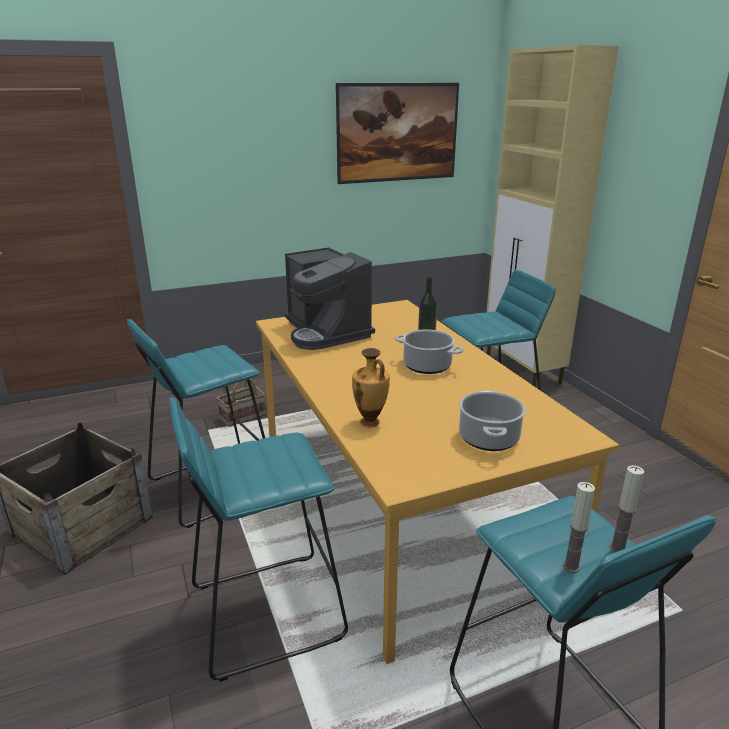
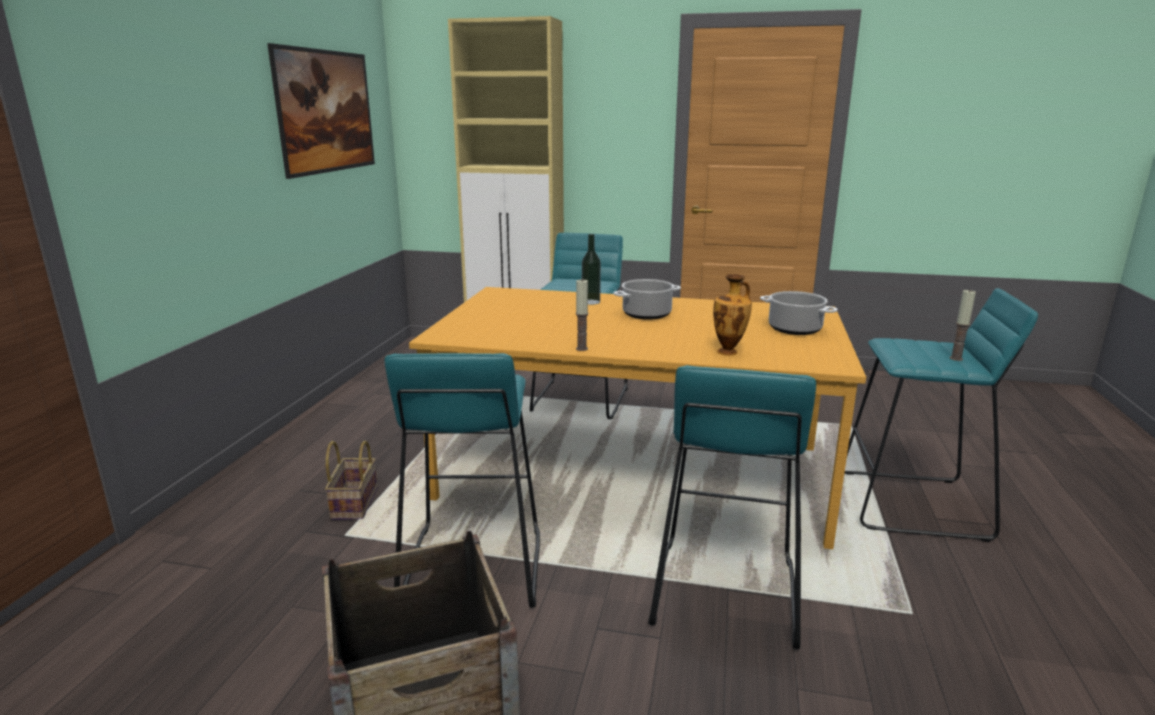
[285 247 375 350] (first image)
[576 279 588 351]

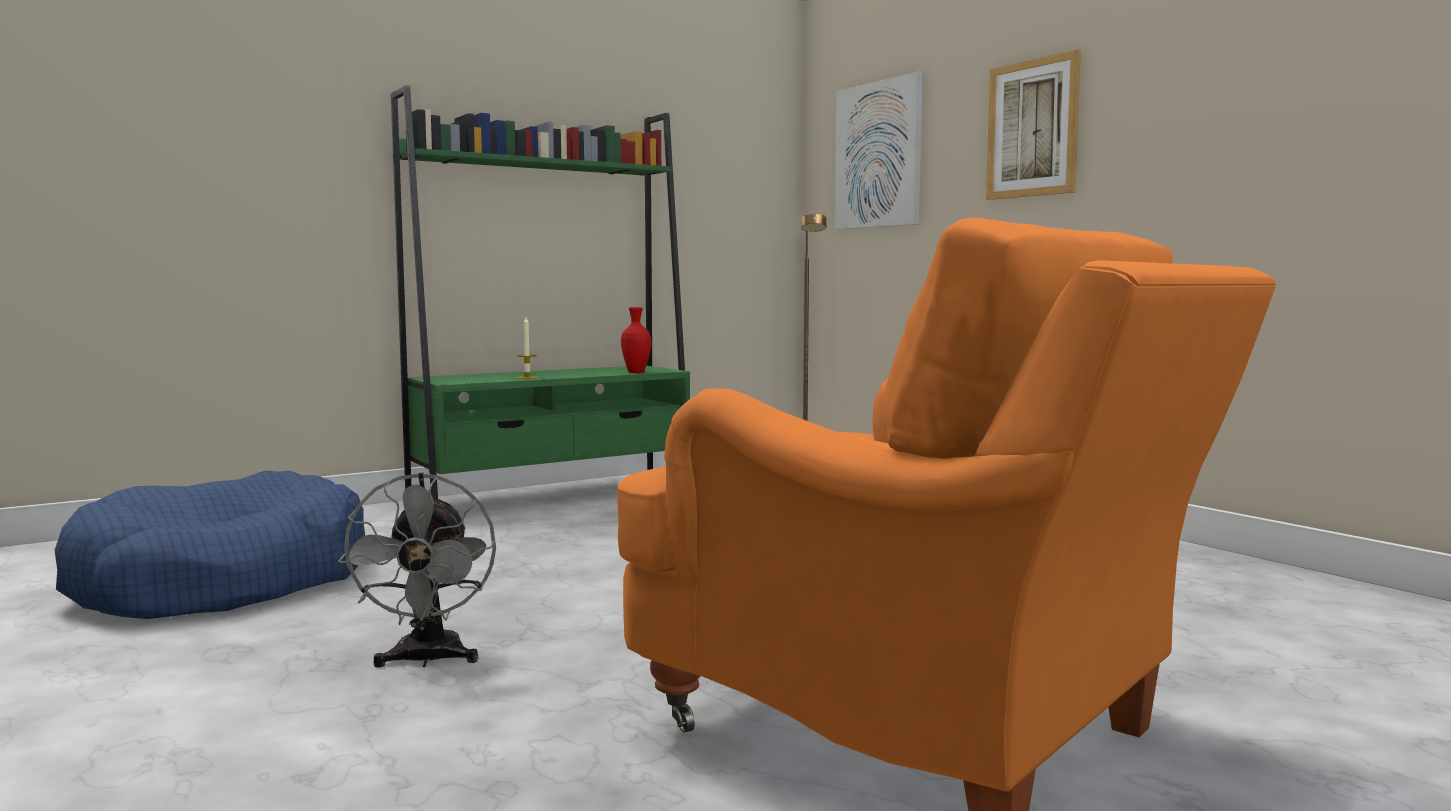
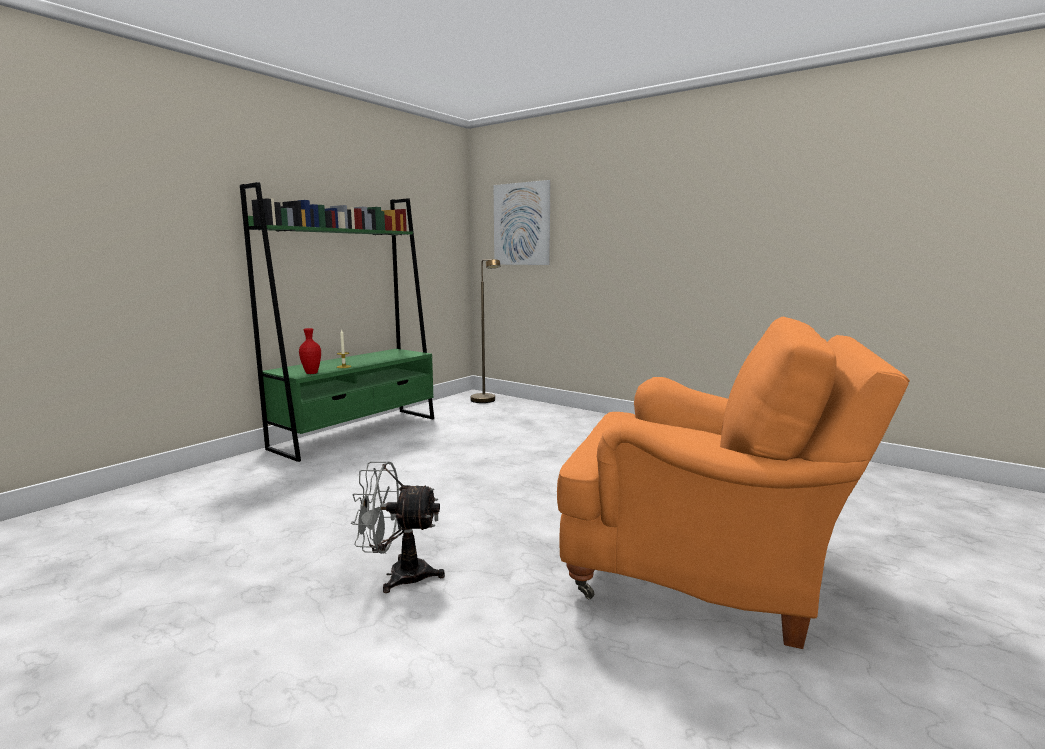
[986 50 1081 200] (first image)
[299 328 321 374]
[55 471 365 619] (first image)
[351 461 445 593]

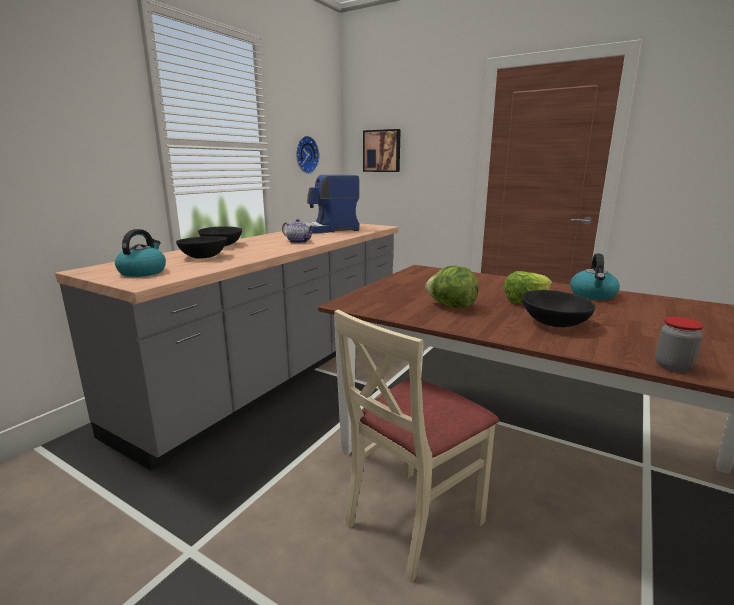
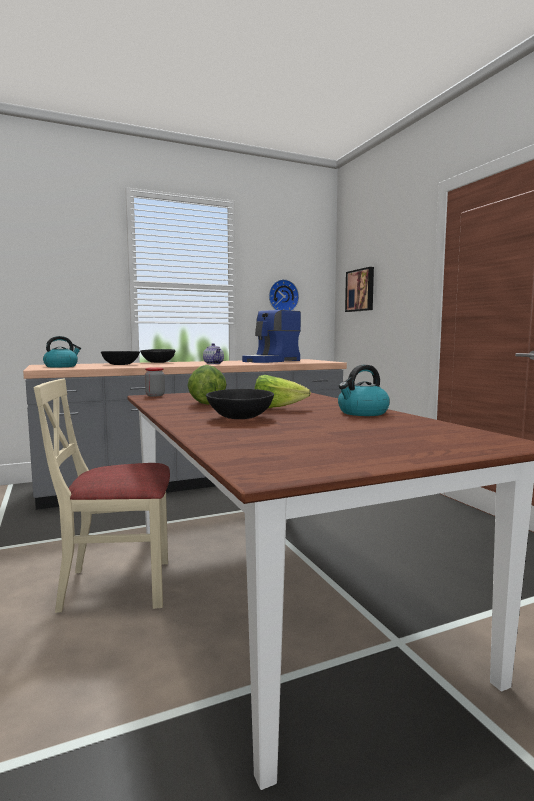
[242 310 301 363]
[145 367 165 397]

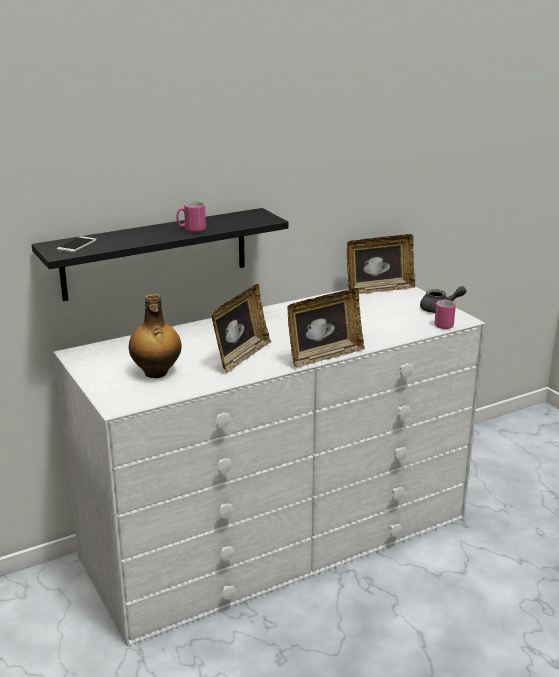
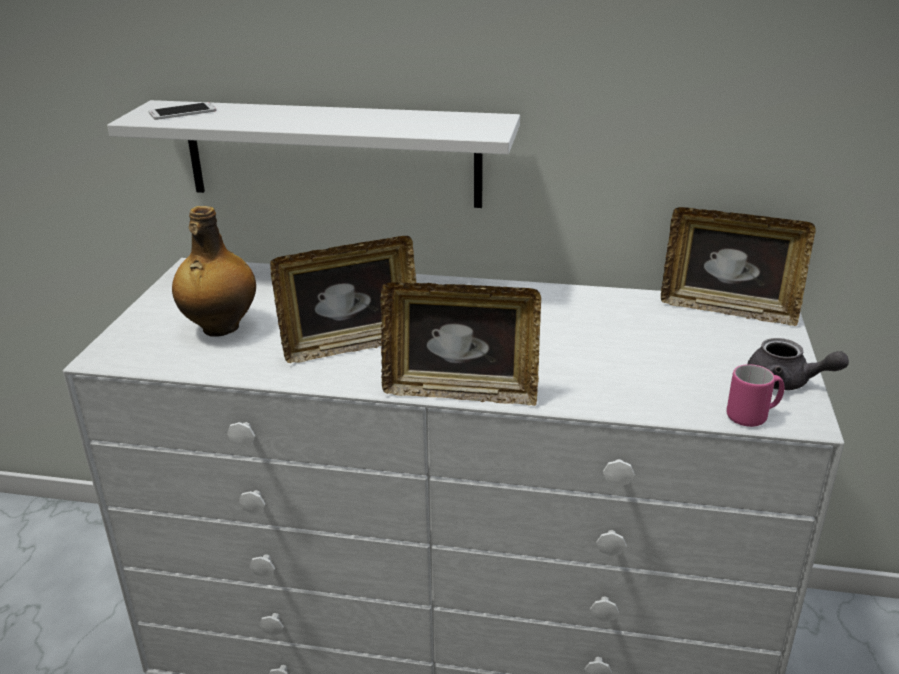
[176 202 206 232] (first image)
[107 100 520 208]

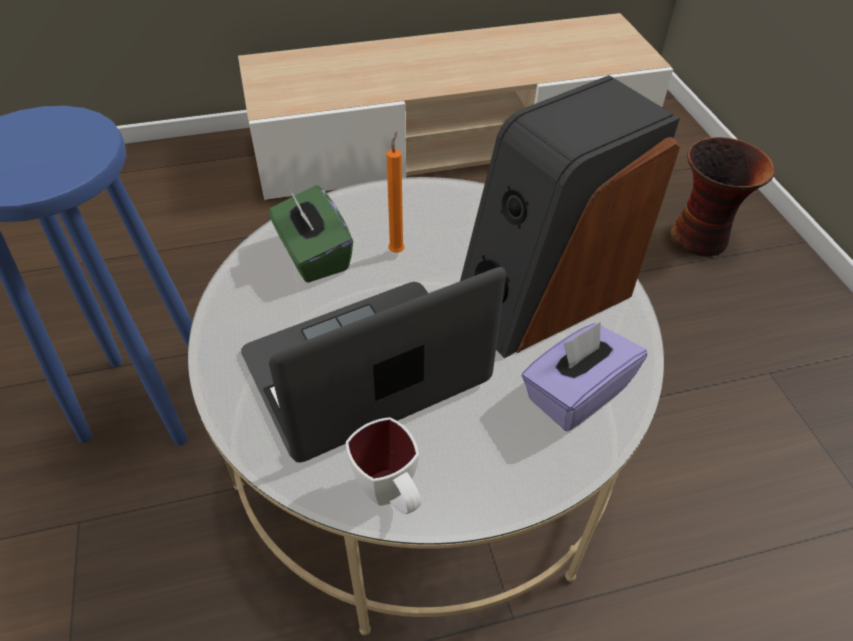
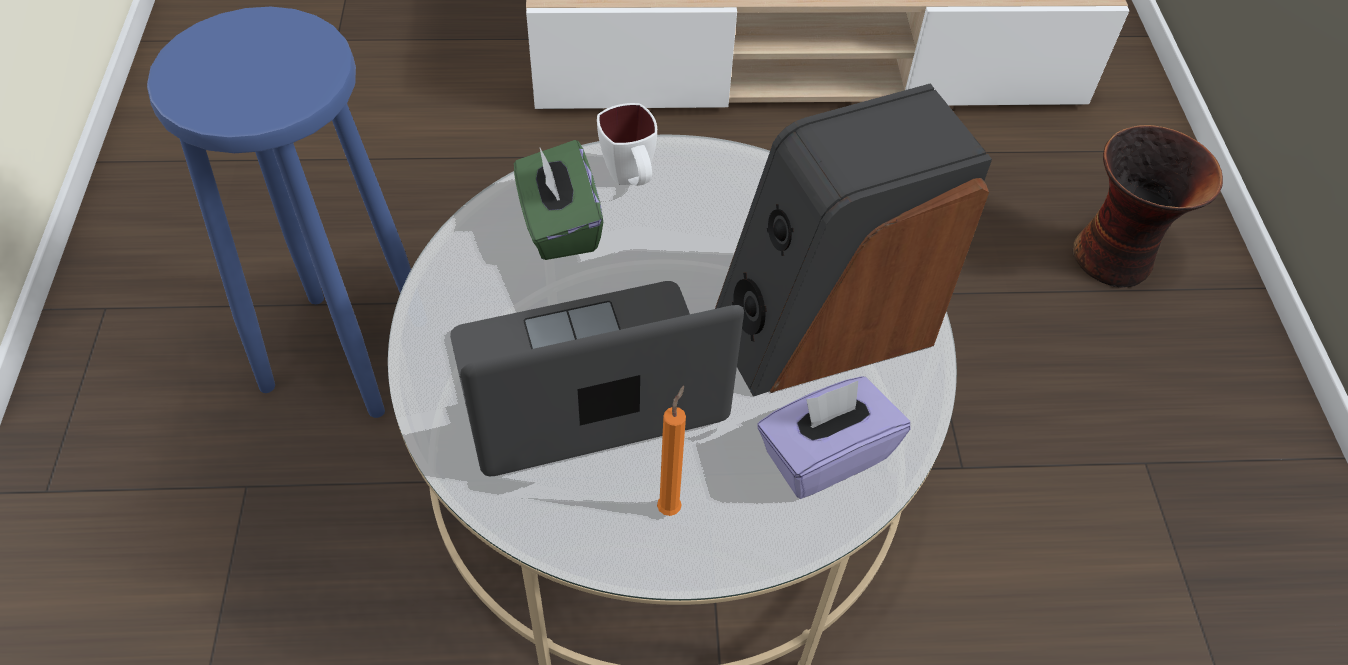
[657 386 686 516]
[597 103 657 186]

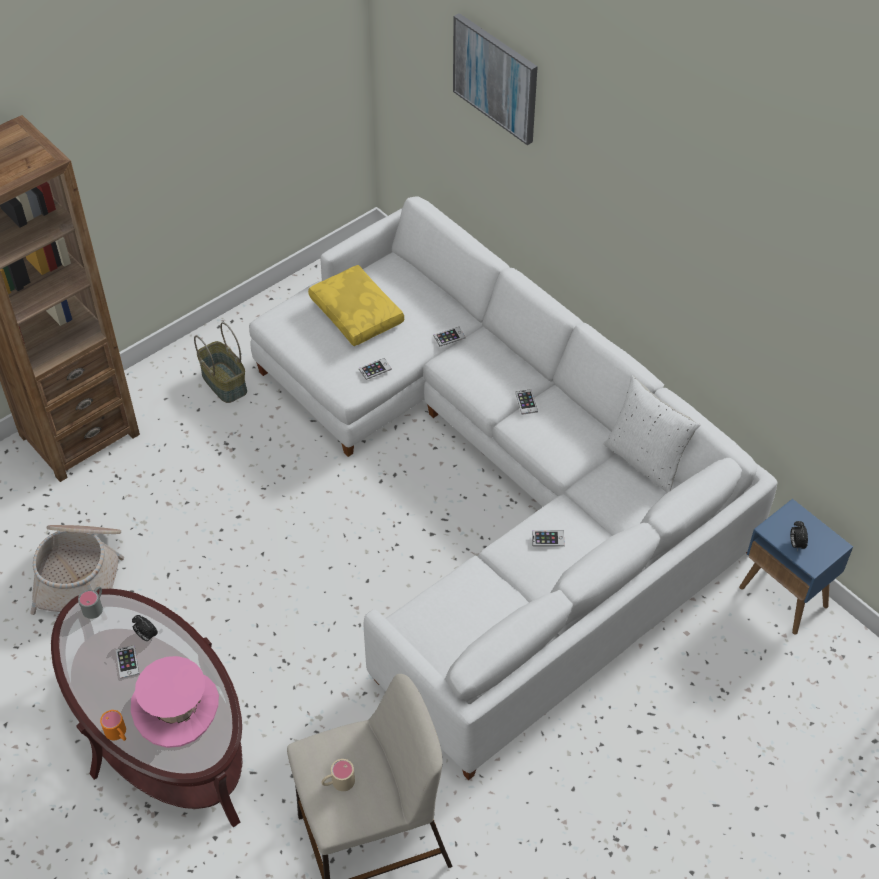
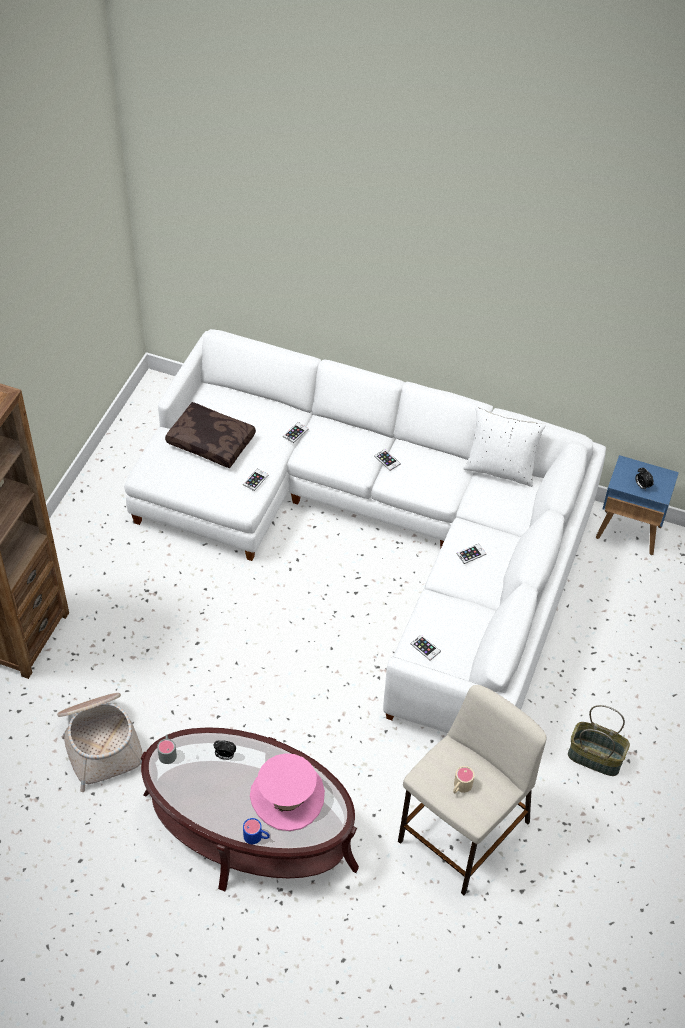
[453 13 538 145] (first image)
[165 402 256 468]
[568 705 630 776]
[411 635 441 661]
[243 818 270 844]

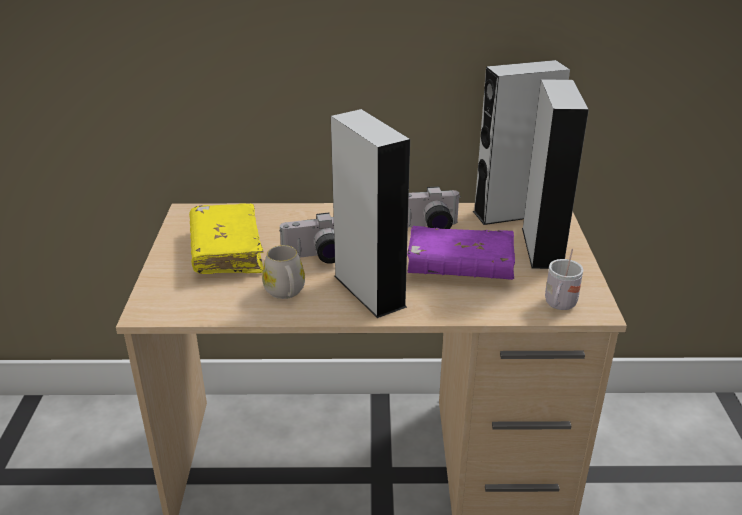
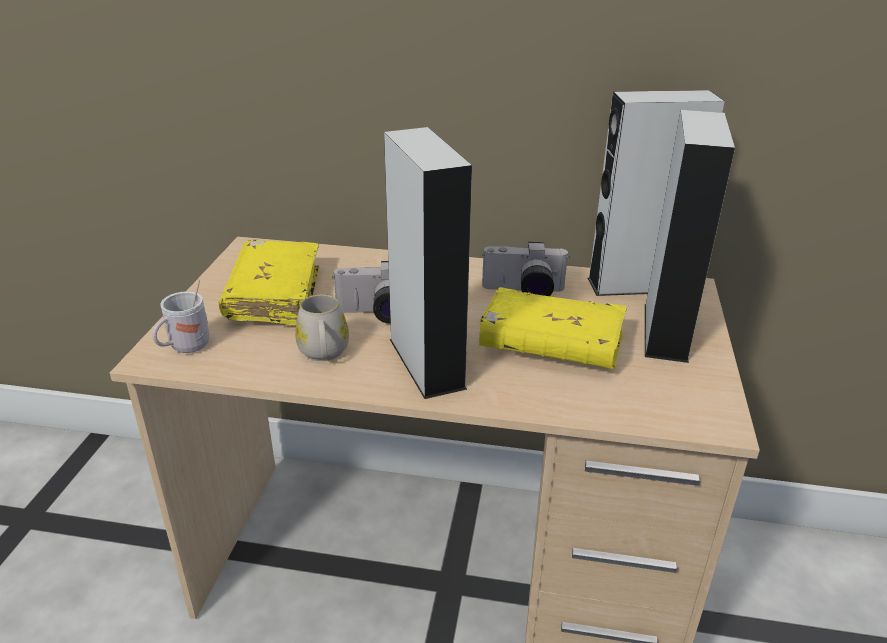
[479 287 627 369]
[153 280 209 353]

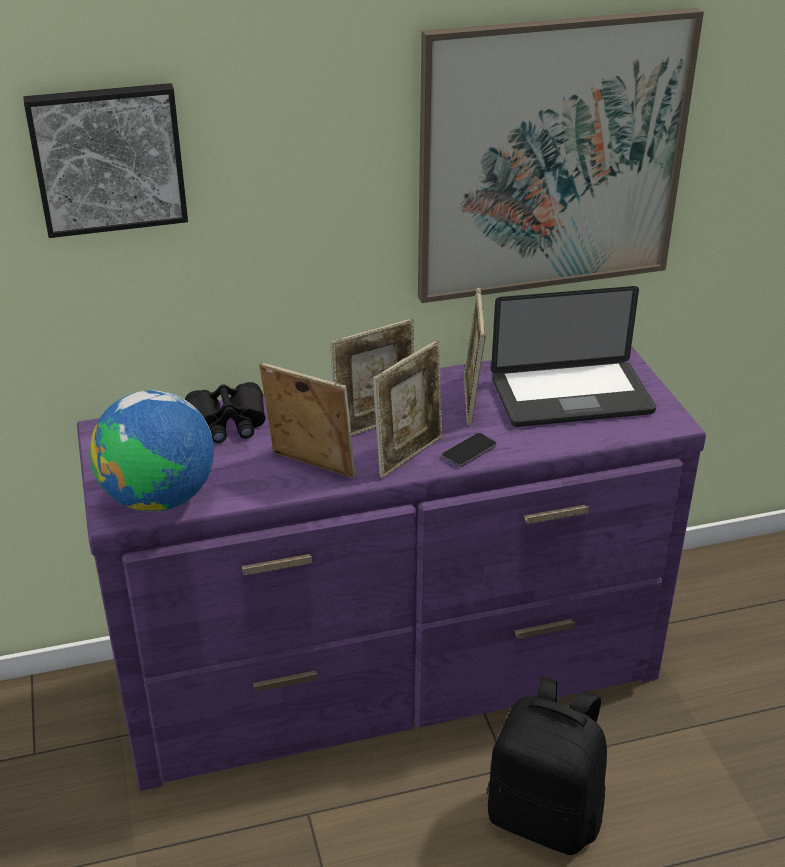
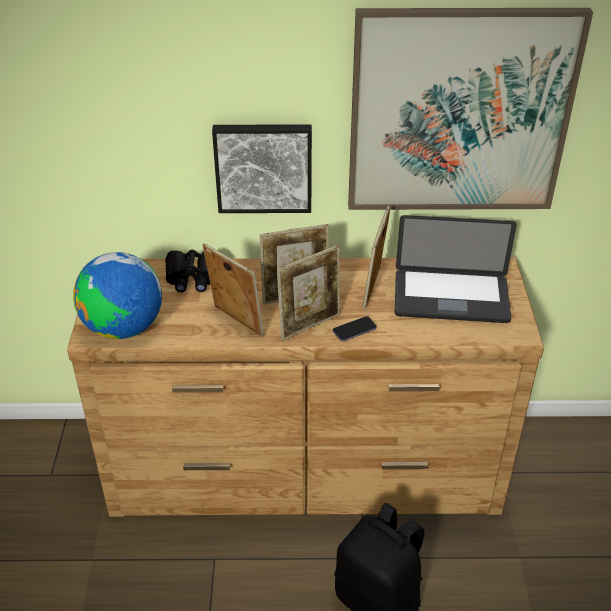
[212 124 312 213]
[67 257 544 517]

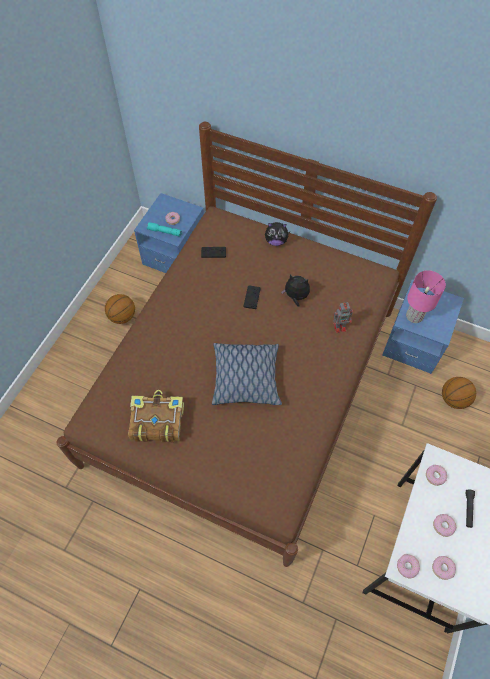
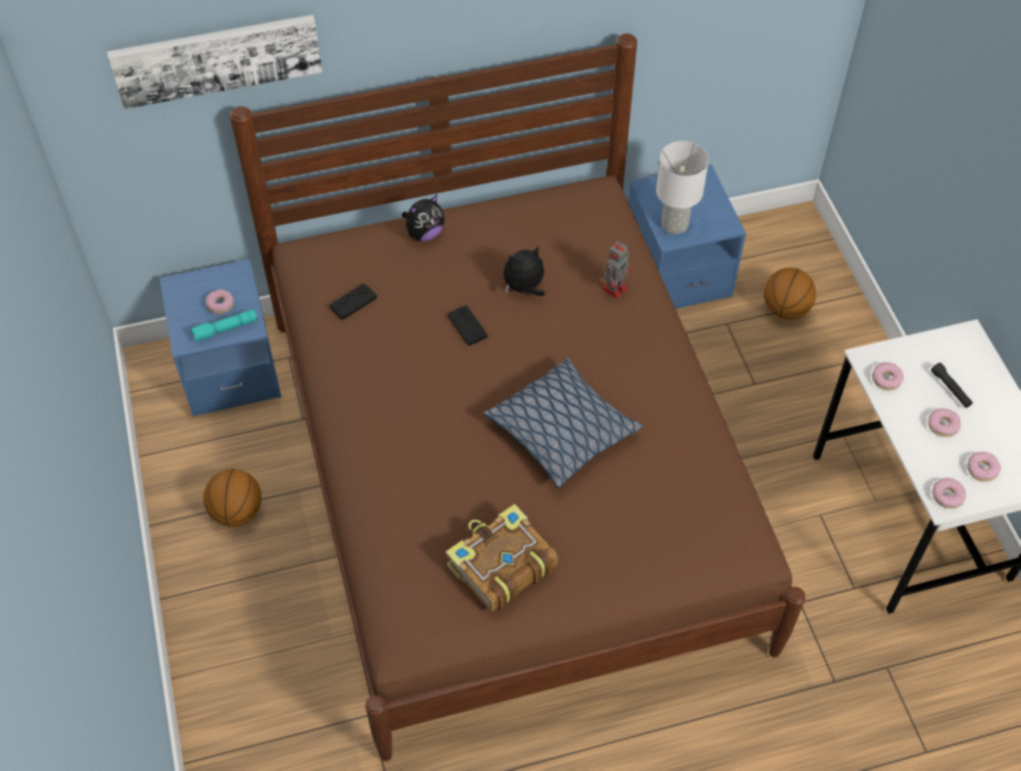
[656 141 709 234]
[107 15 322 109]

